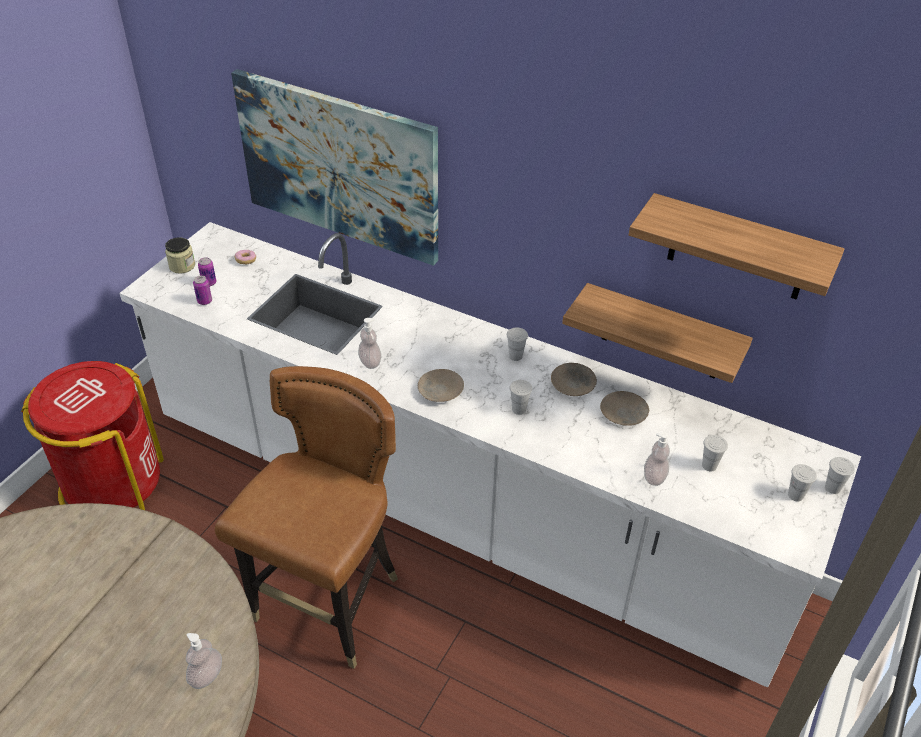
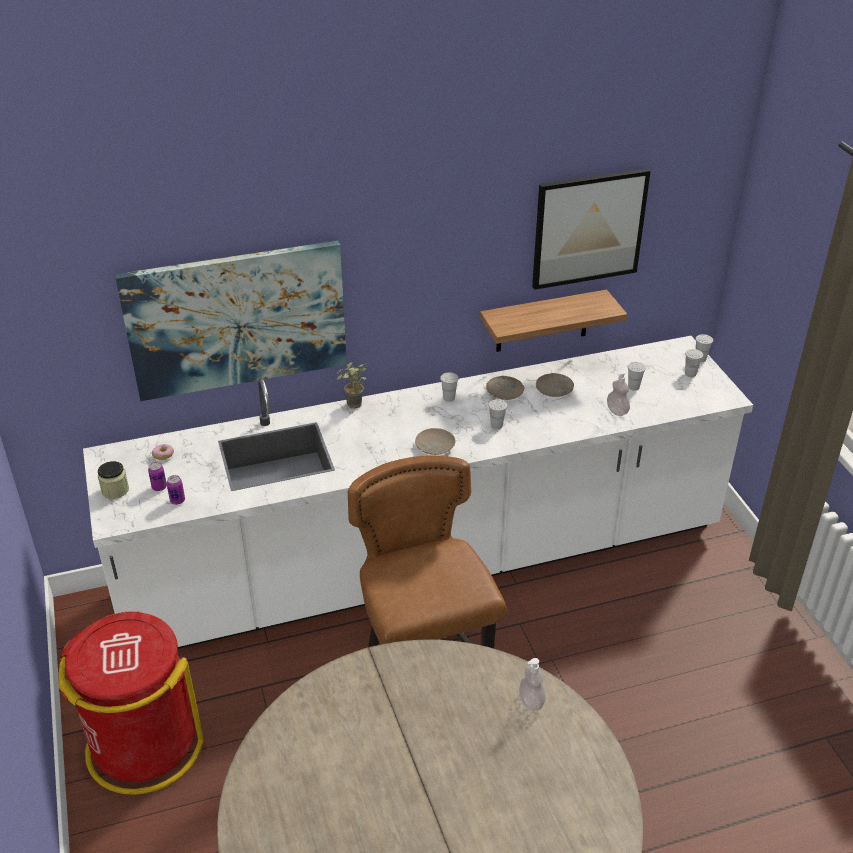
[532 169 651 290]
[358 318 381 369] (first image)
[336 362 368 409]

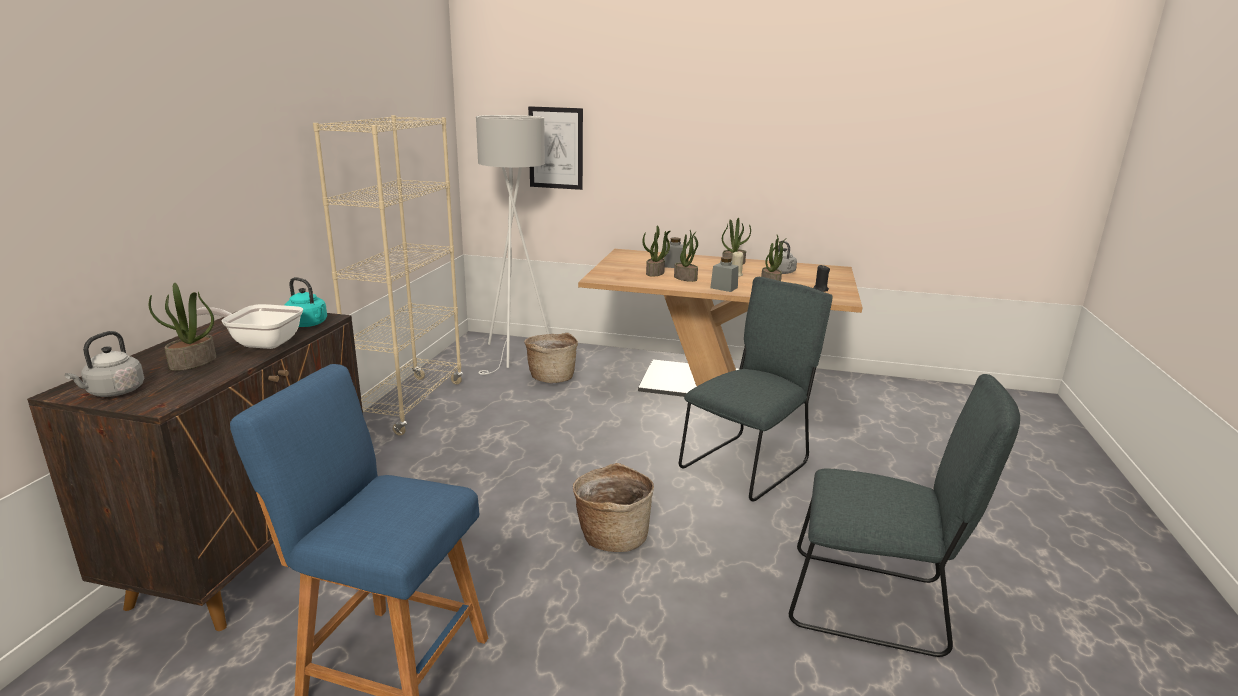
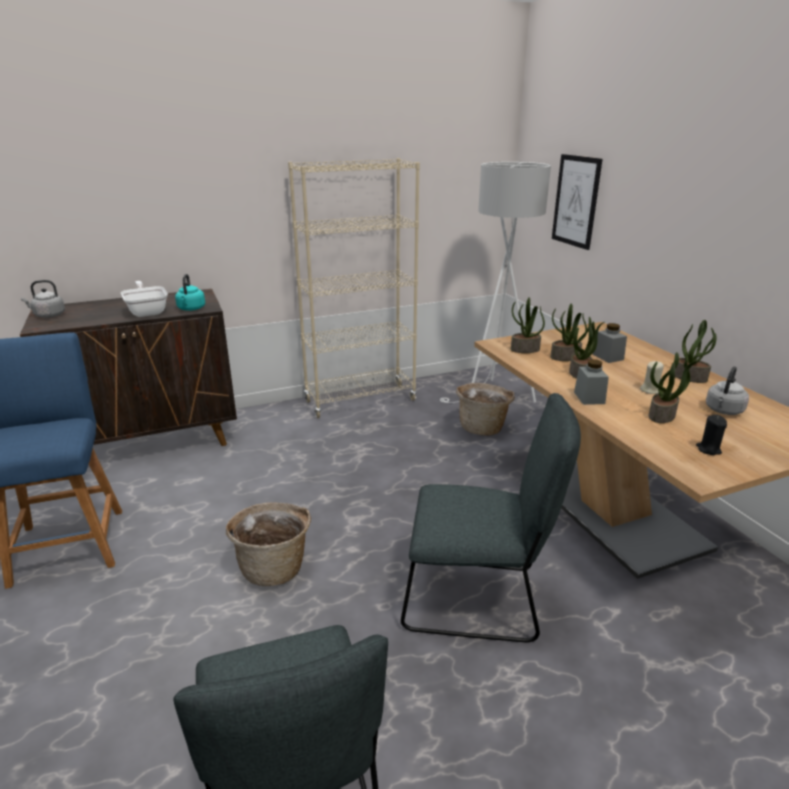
[511 297 545 353]

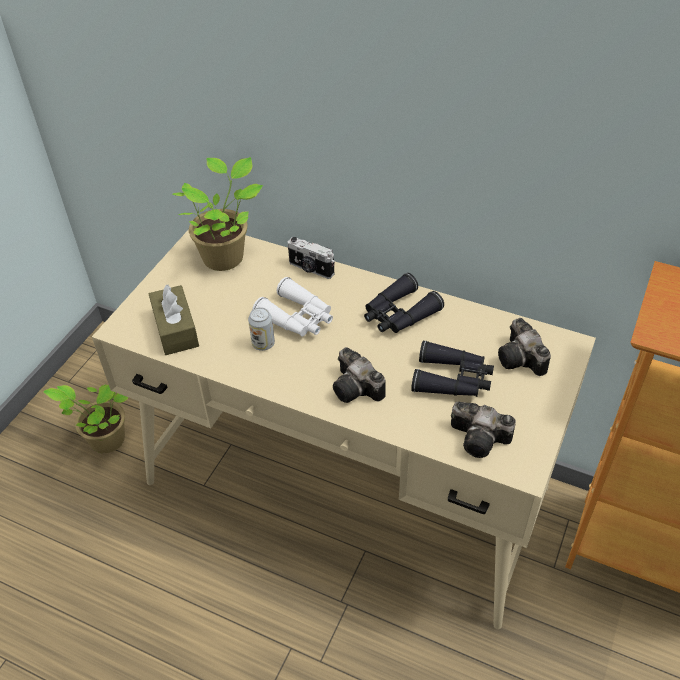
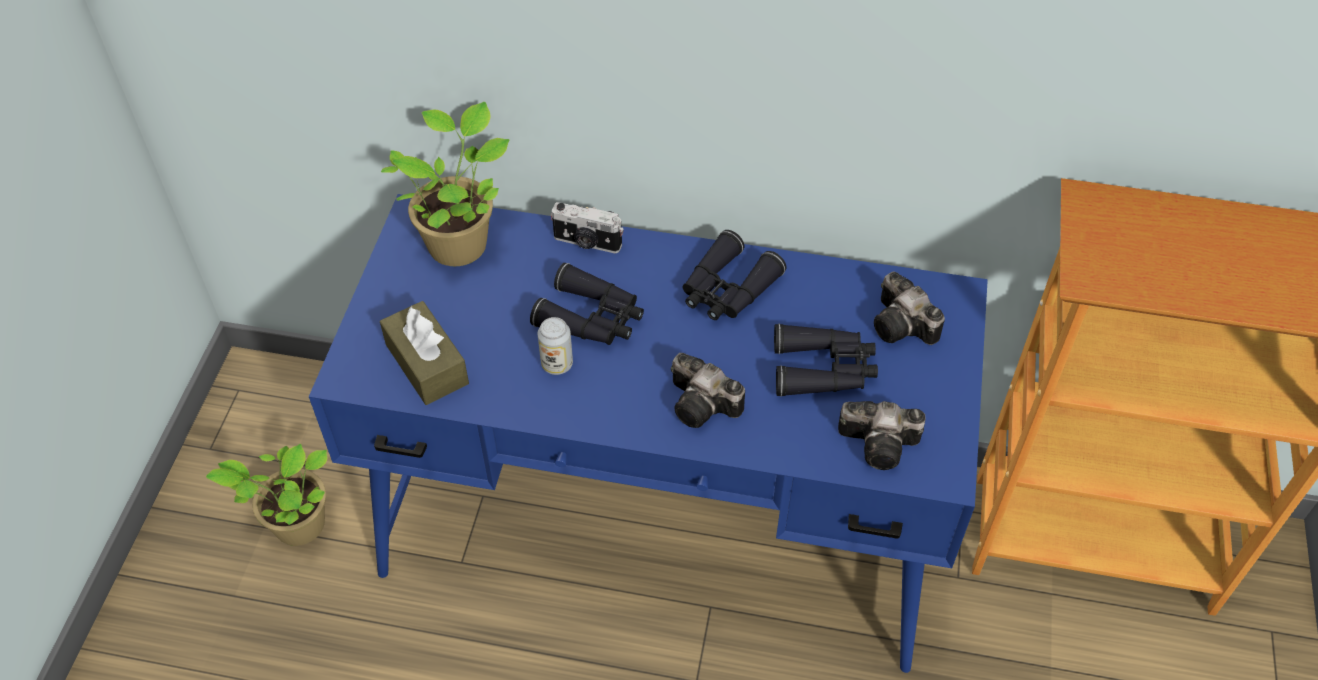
[309 194 988 673]
[530 263 644 345]

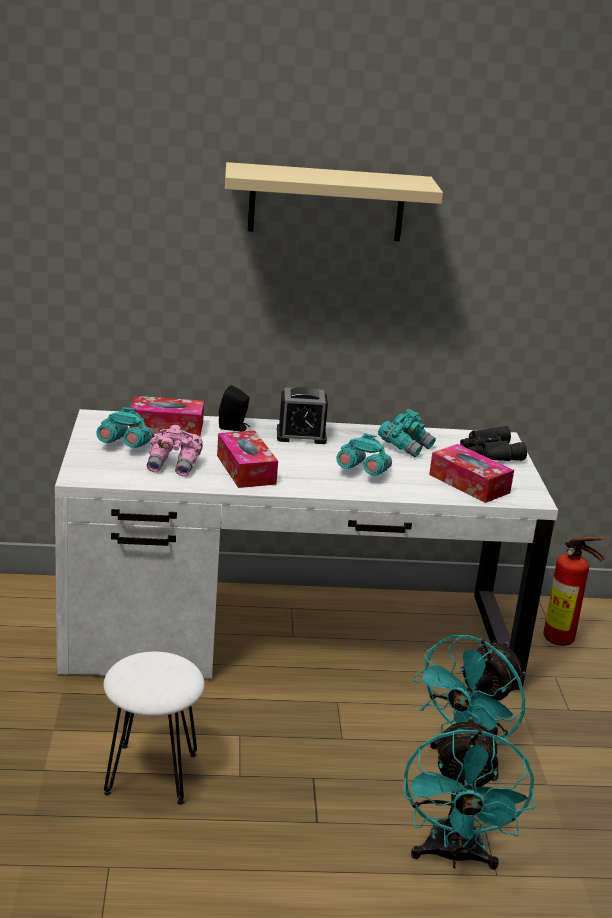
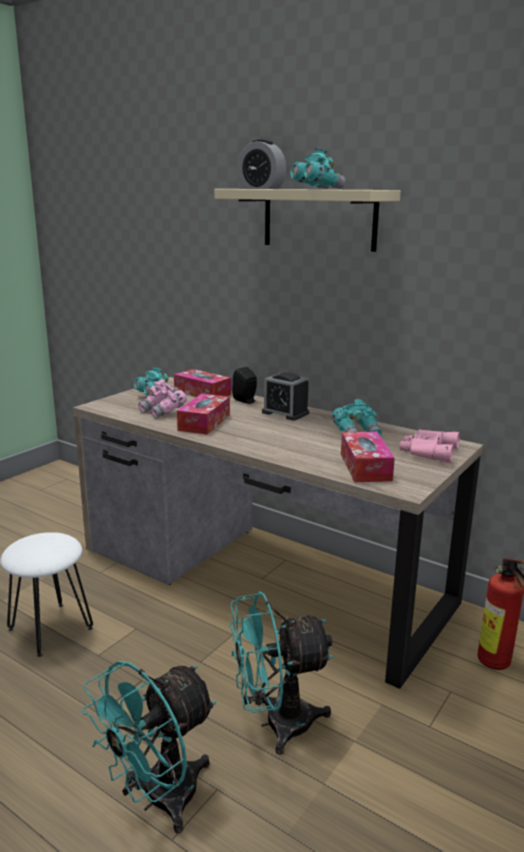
[73 377 484 689]
[400 429 460 463]
[290 148 346 189]
[237 139 286 189]

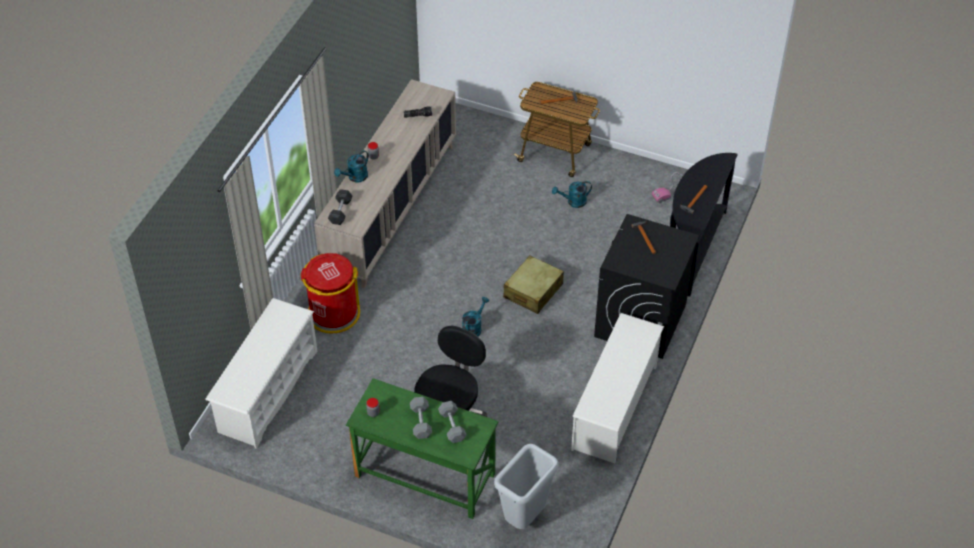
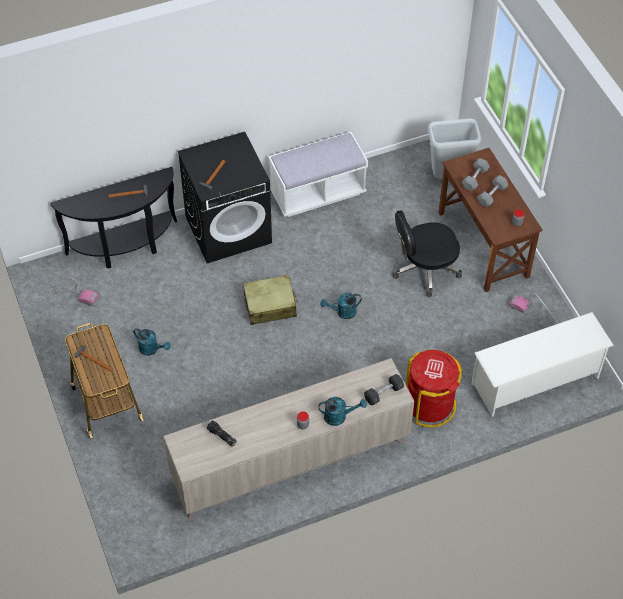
[268 132 368 217]
[438 148 542 292]
[509 293 563 325]

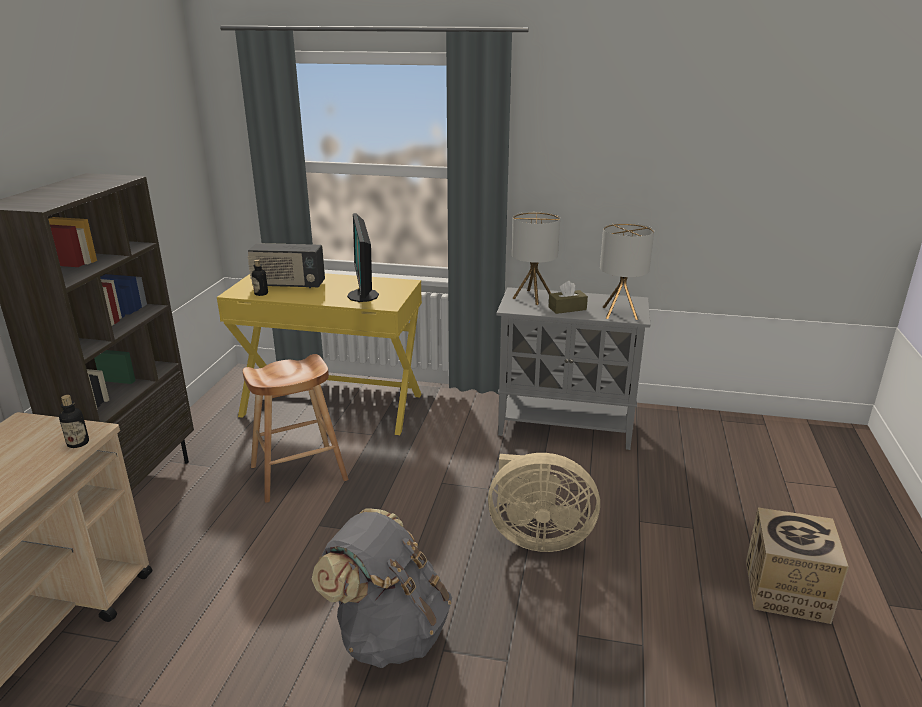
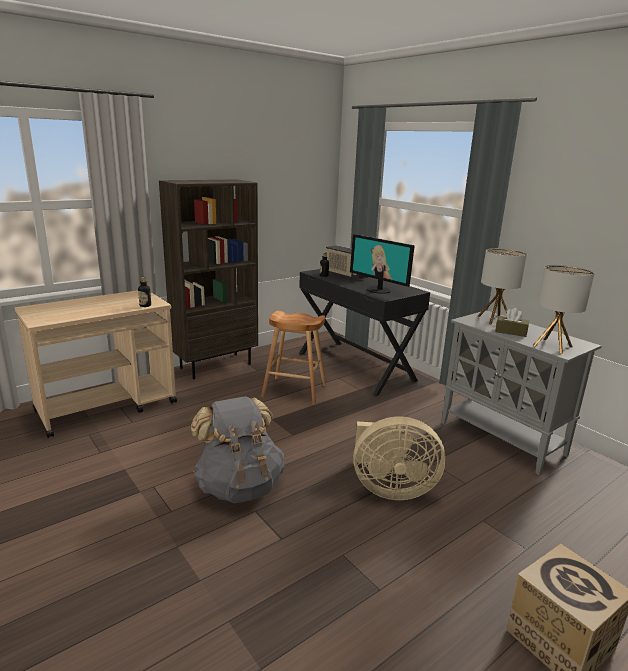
[350 234 415 294]
[299 269 430 396]
[353 416 445 500]

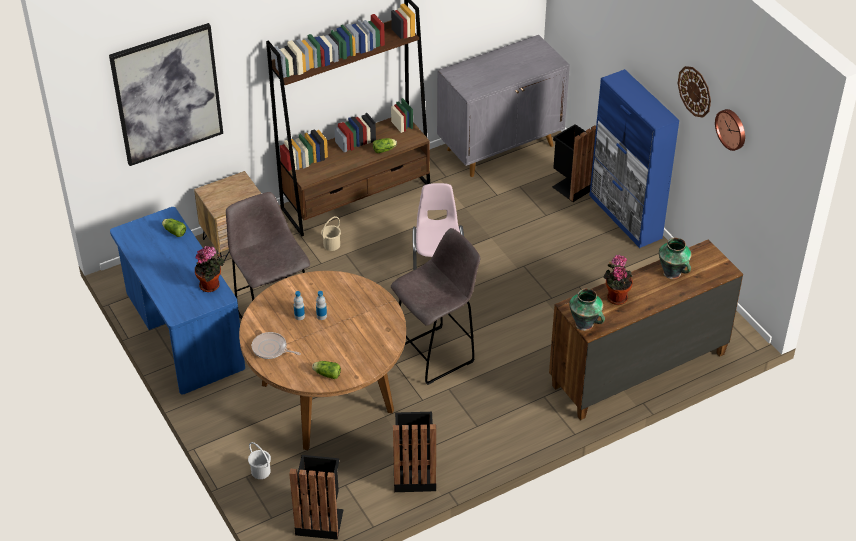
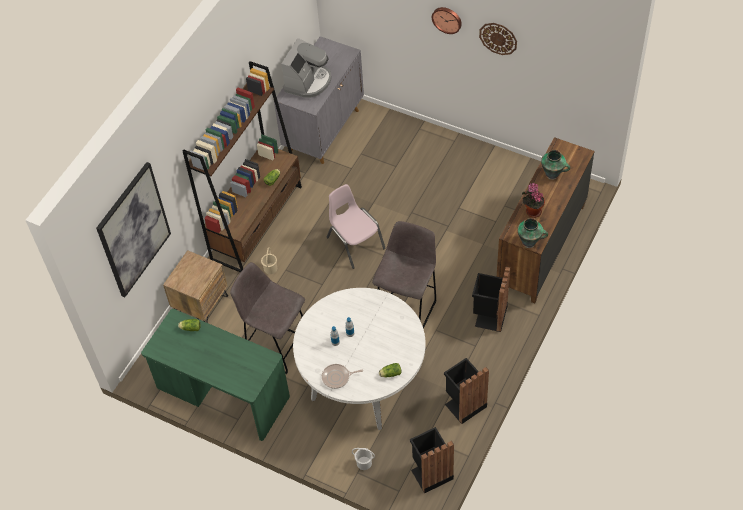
[589 69 679 248] (first image)
[432 7 462 34]
[472 267 510 332]
[141 309 290 441]
[195 246 224 292] (first image)
[293 288 425 430]
[281 38 332 98]

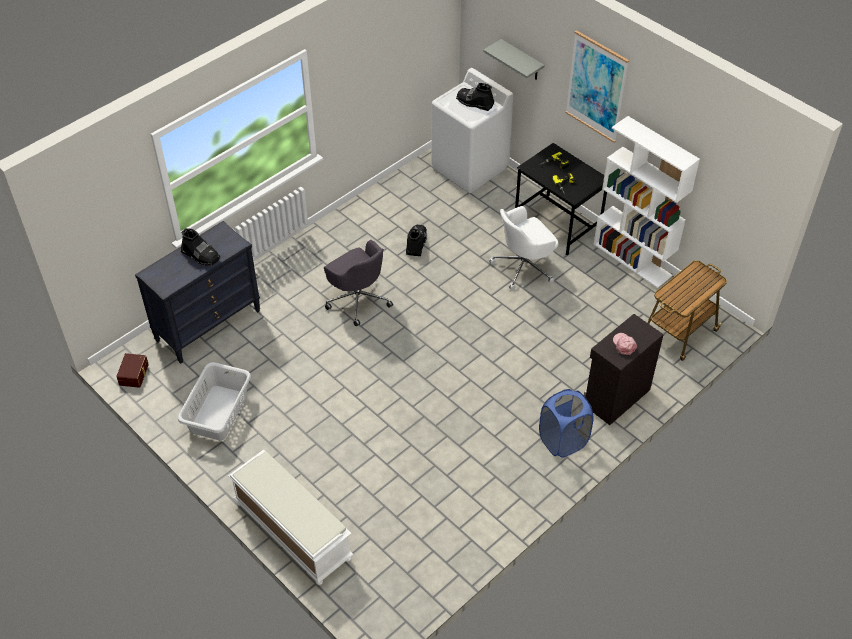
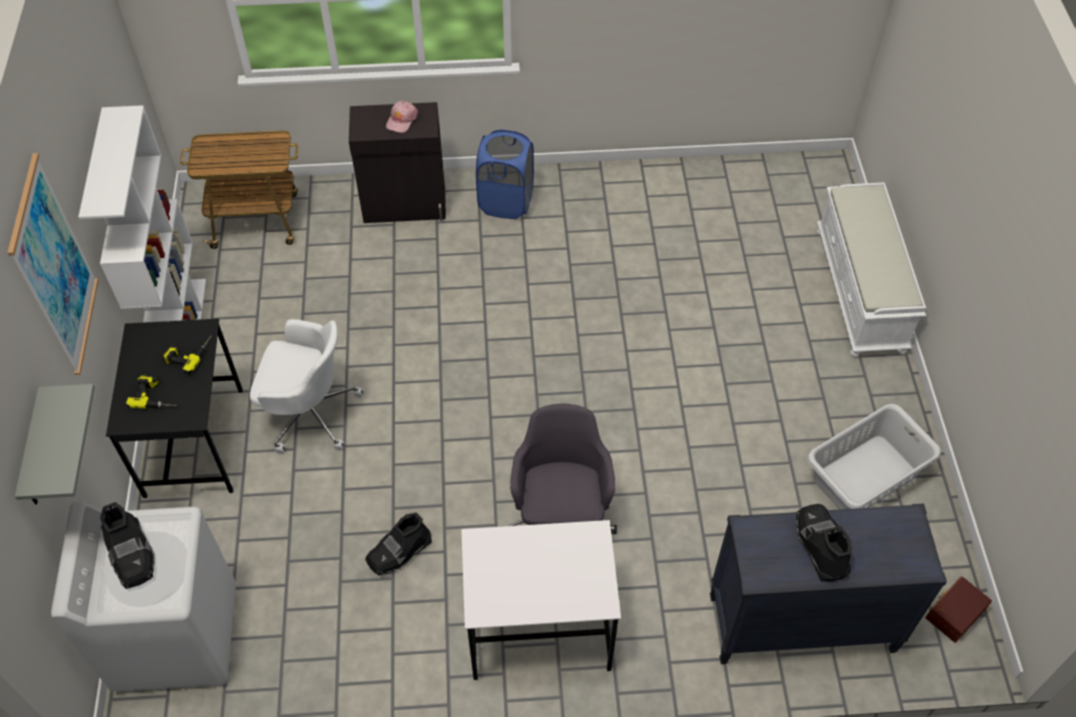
[461 520 621 680]

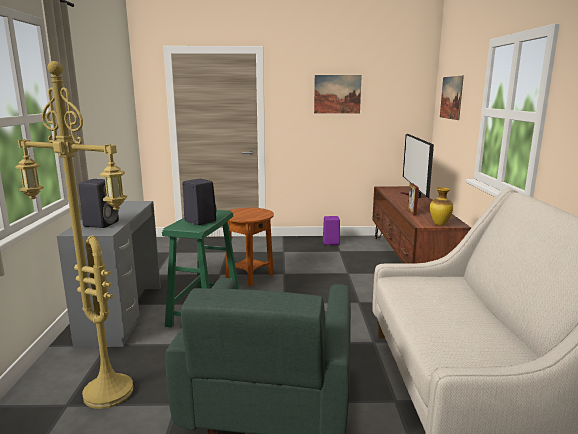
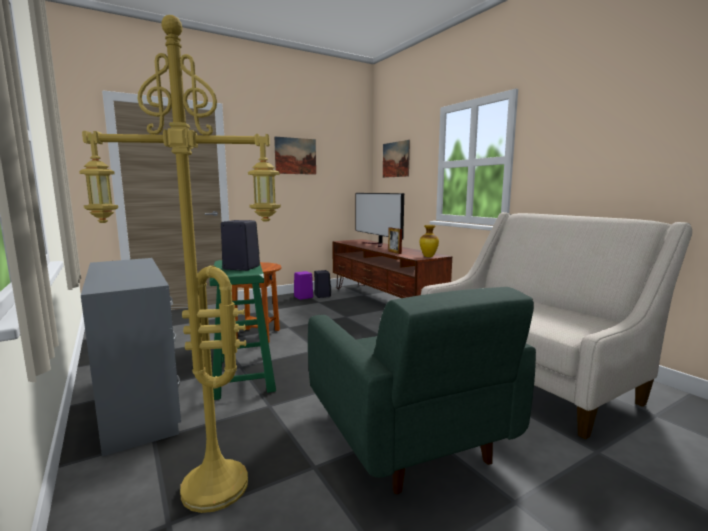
[314 270 331 298]

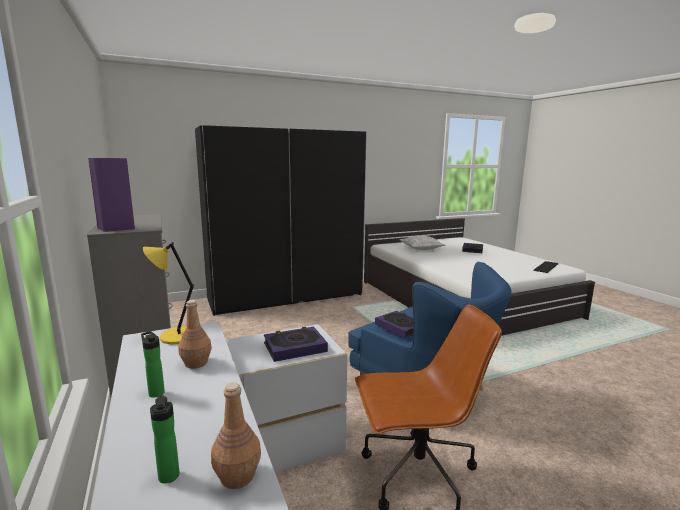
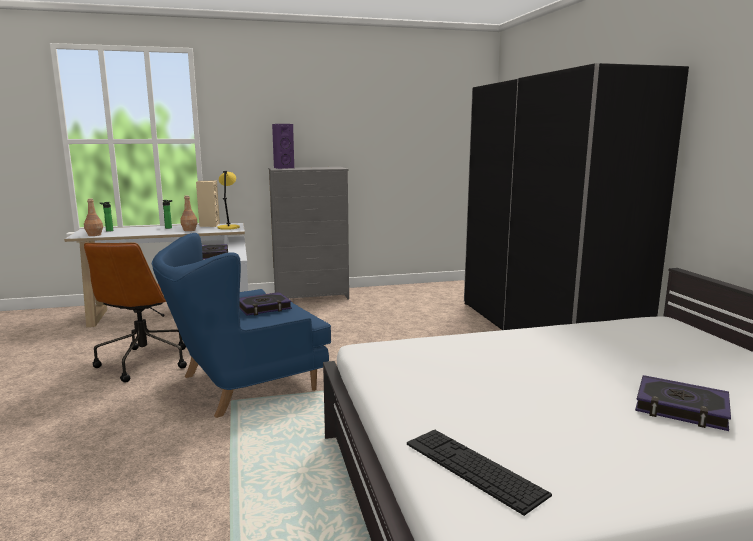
[400 236 446 250] (first image)
[196 180 220 227]

